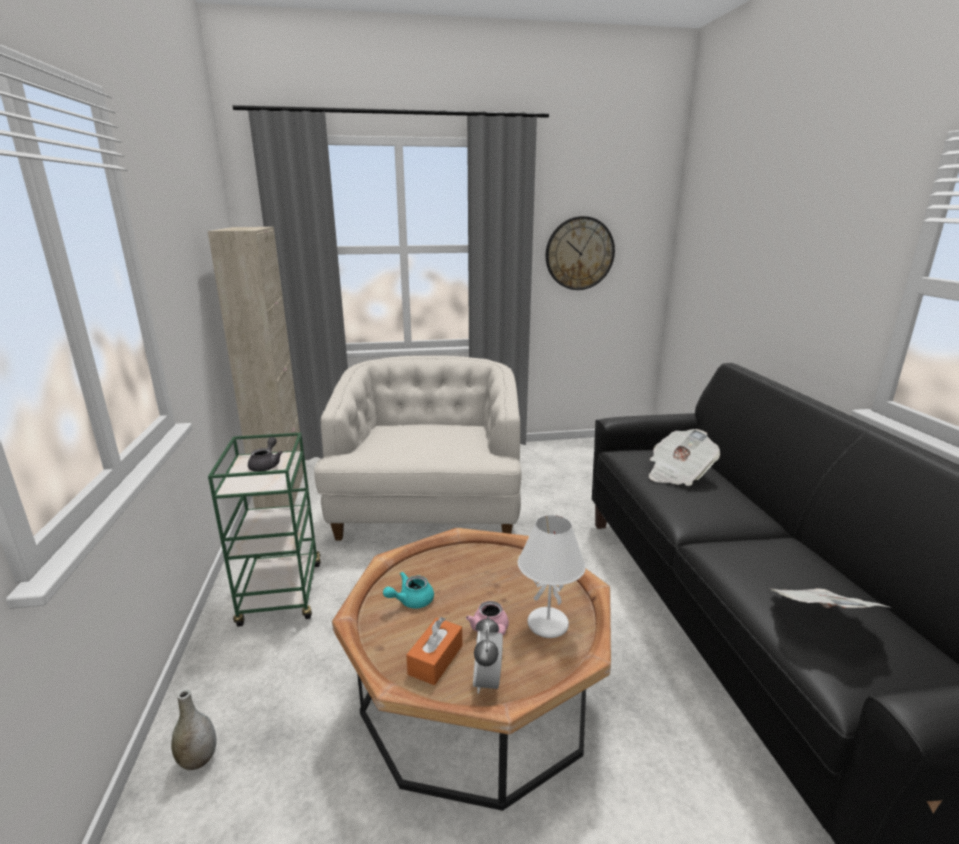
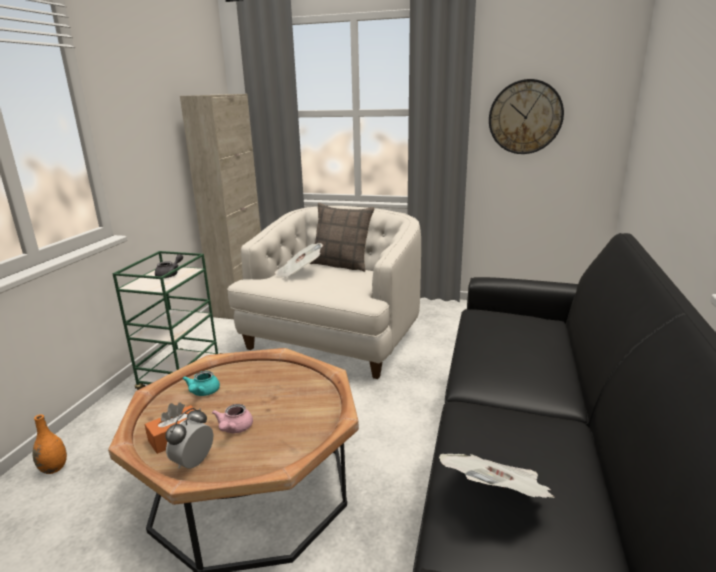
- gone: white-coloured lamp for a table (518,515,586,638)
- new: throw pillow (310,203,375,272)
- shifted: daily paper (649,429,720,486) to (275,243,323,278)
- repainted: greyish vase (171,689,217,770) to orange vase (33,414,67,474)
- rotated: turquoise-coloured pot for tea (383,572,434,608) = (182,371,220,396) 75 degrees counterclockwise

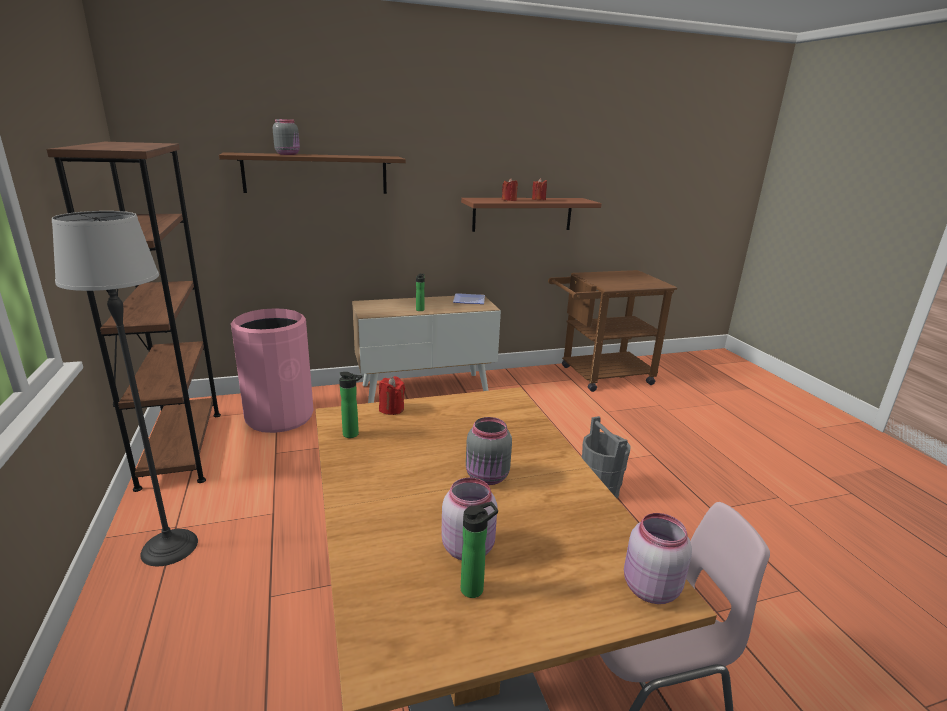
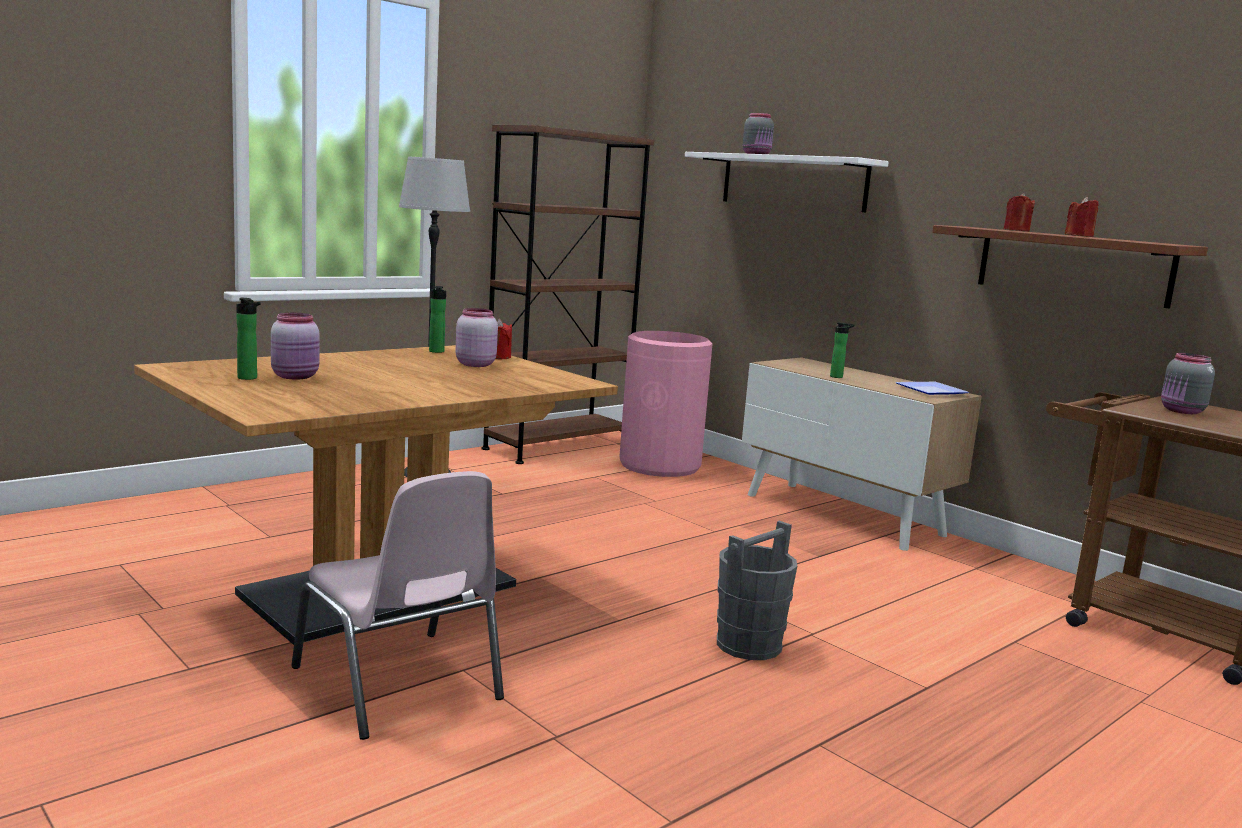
- shifted: greyish storage jar (466,417,512,485) to (1161,353,1215,414)
- shifted: pink storage jar (624,513,692,604) to (456,308,498,367)
- repainted: brownish wall shelf (219,152,406,194) to white-coloured wall shelf (685,152,889,212)

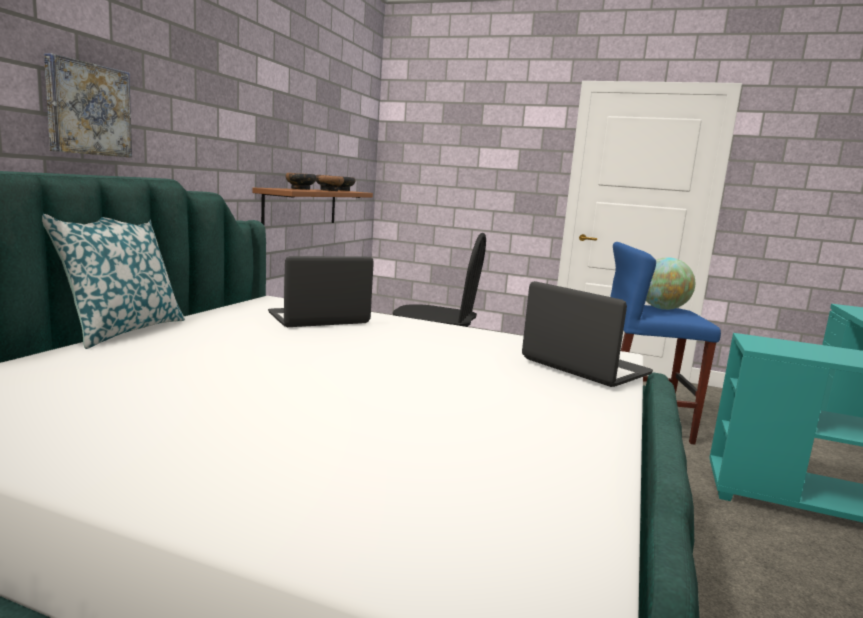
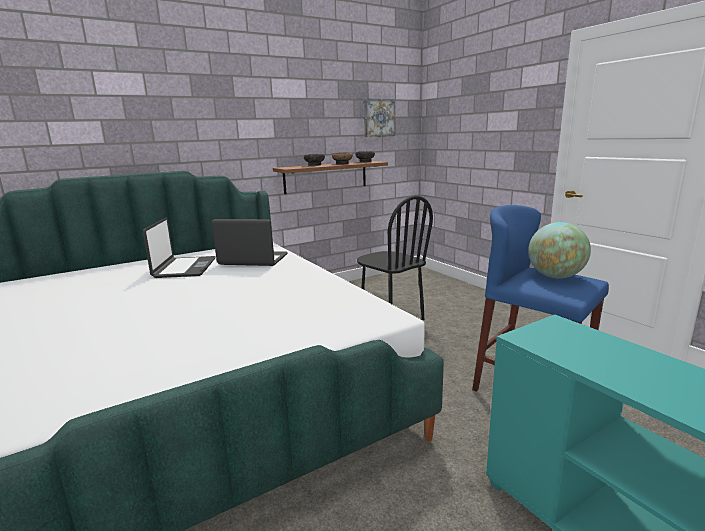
- gone: throw pillow (42,214,185,349)
- shifted: wall picture (44,54,132,158) to (363,99,395,137)
- shifted: notebook computer (522,281,653,387) to (143,217,216,278)

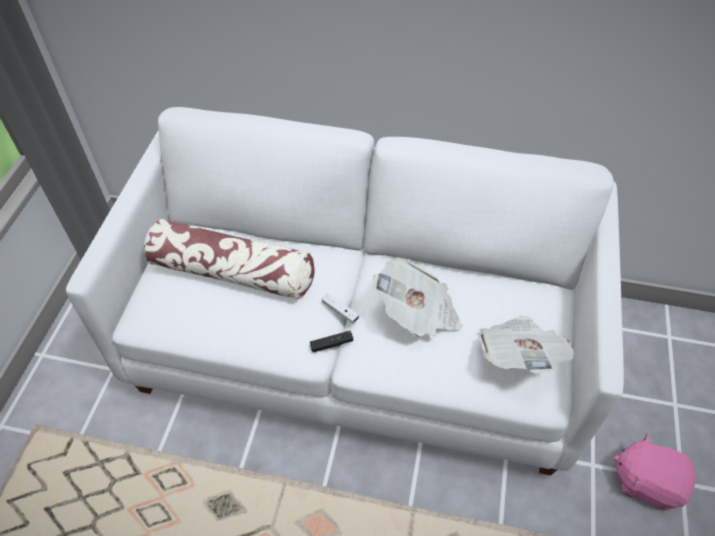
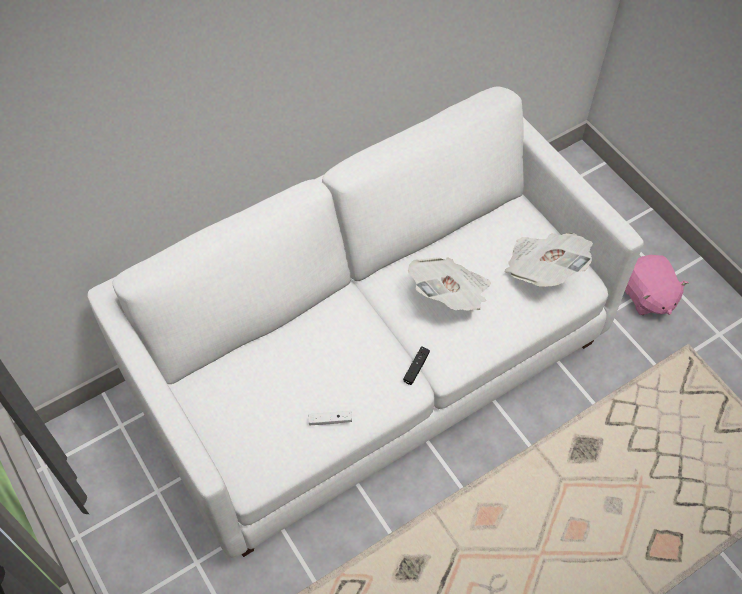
- gone: throw pillow (144,219,315,299)
- shifted: white-coloured game controller (322,293,359,324) to (308,411,352,425)
- rotated: pink plush toy (613,433,696,510) = (625,255,689,315) 90 degrees counterclockwise

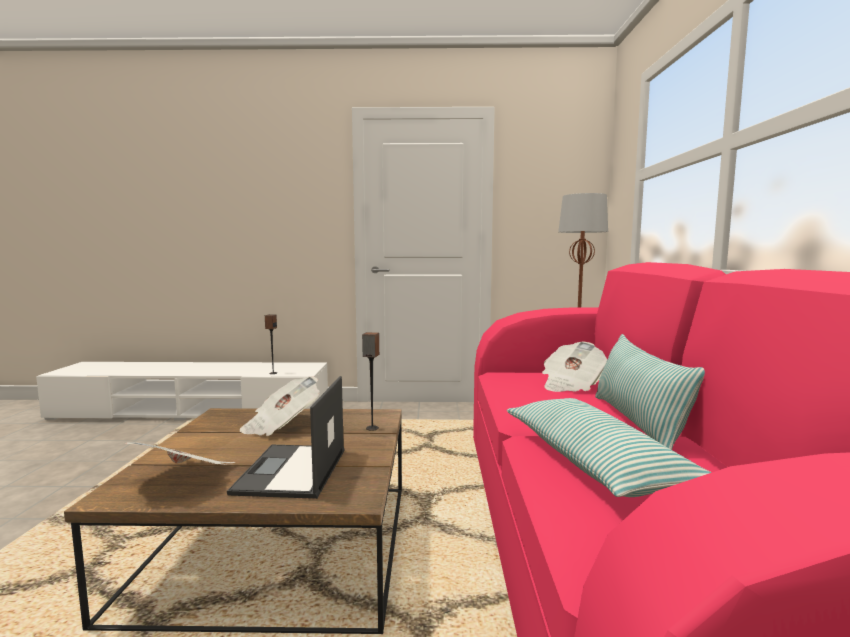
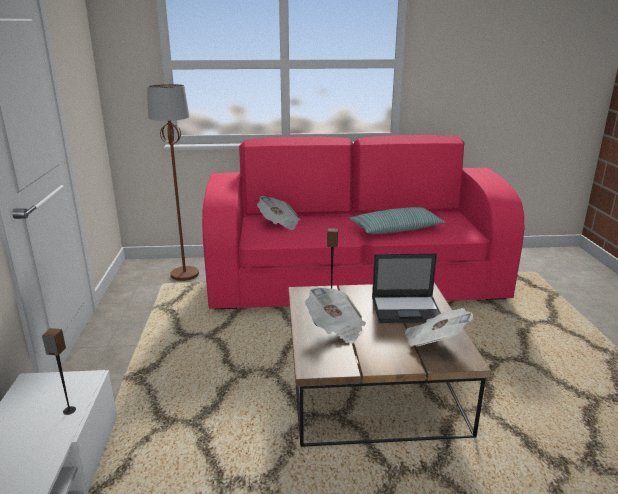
- gone: throw pillow (595,334,705,450)

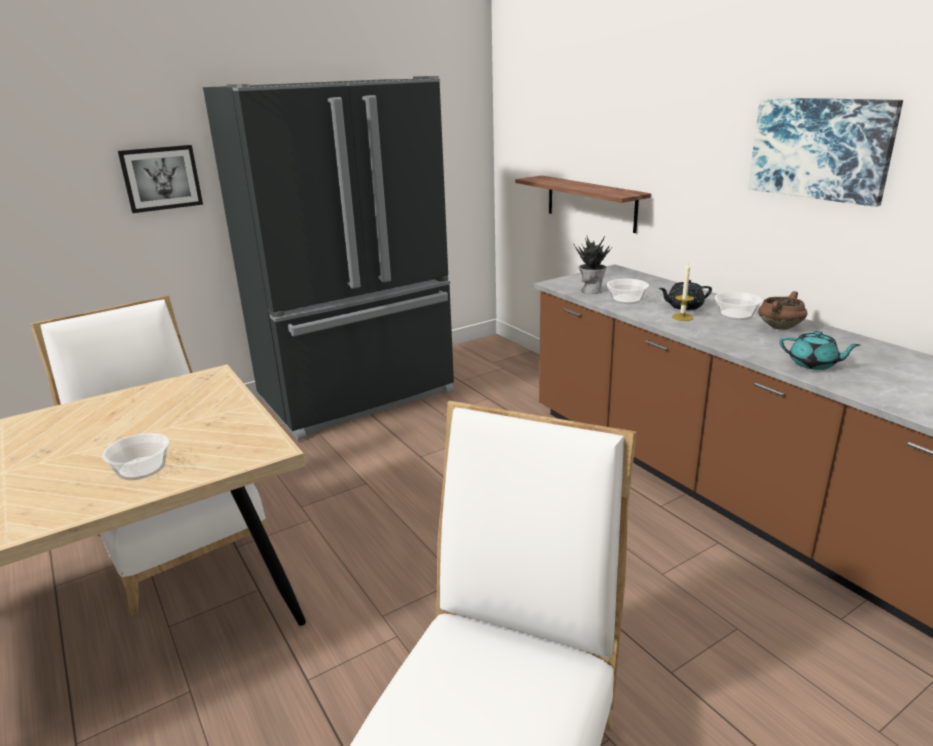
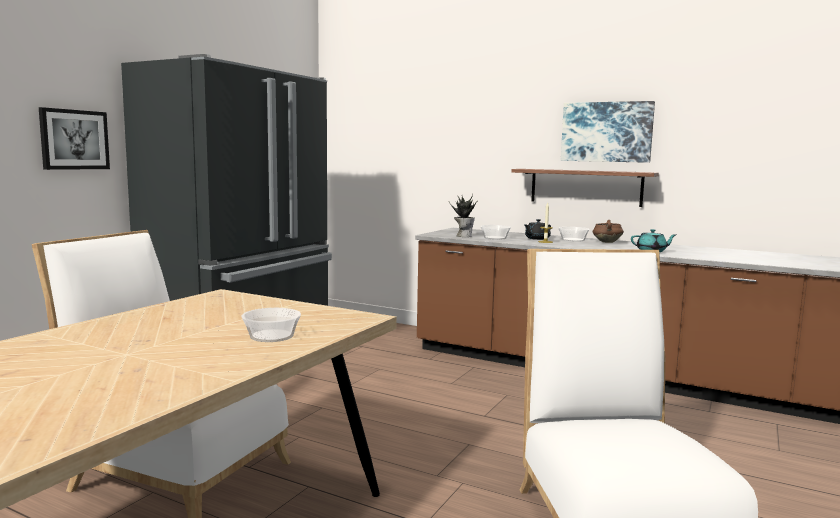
- shifted: wall shelf (515,175,651,233) to (511,169,659,207)

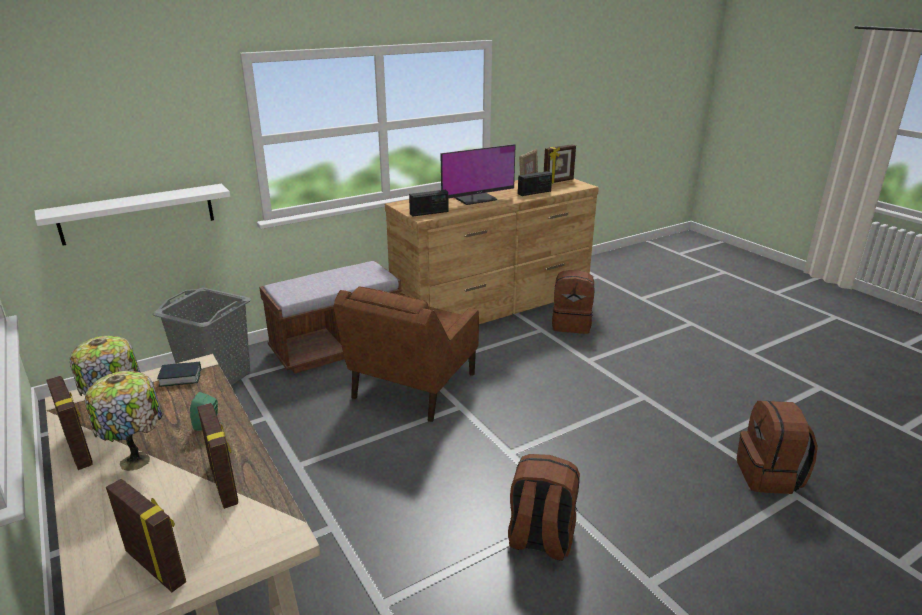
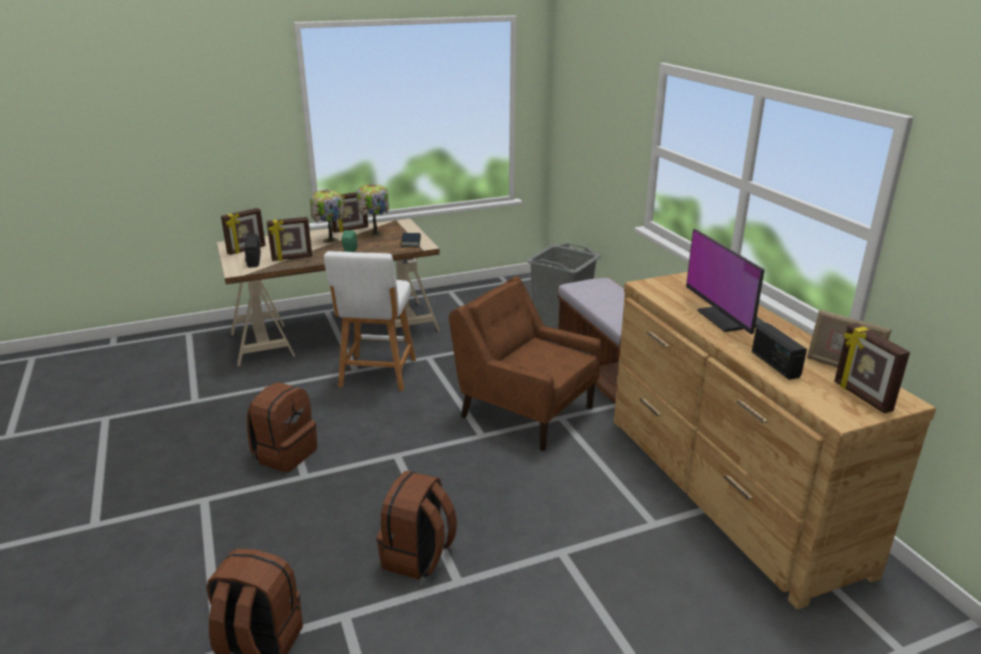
- gone: white-coloured wall shelf (34,184,230,246)
- new: white-coloured sitting stool (324,251,416,391)
- shifted: radio set (409,190,448,217) to (244,234,261,268)
- shifted: brownish rucksack (552,270,595,334) to (376,471,457,580)

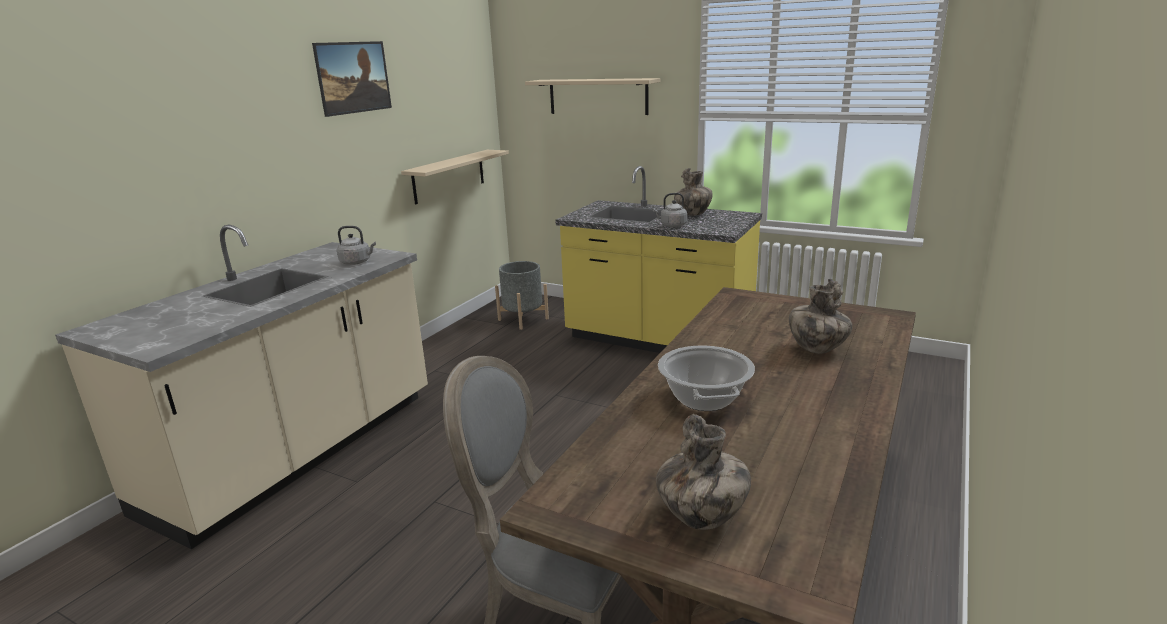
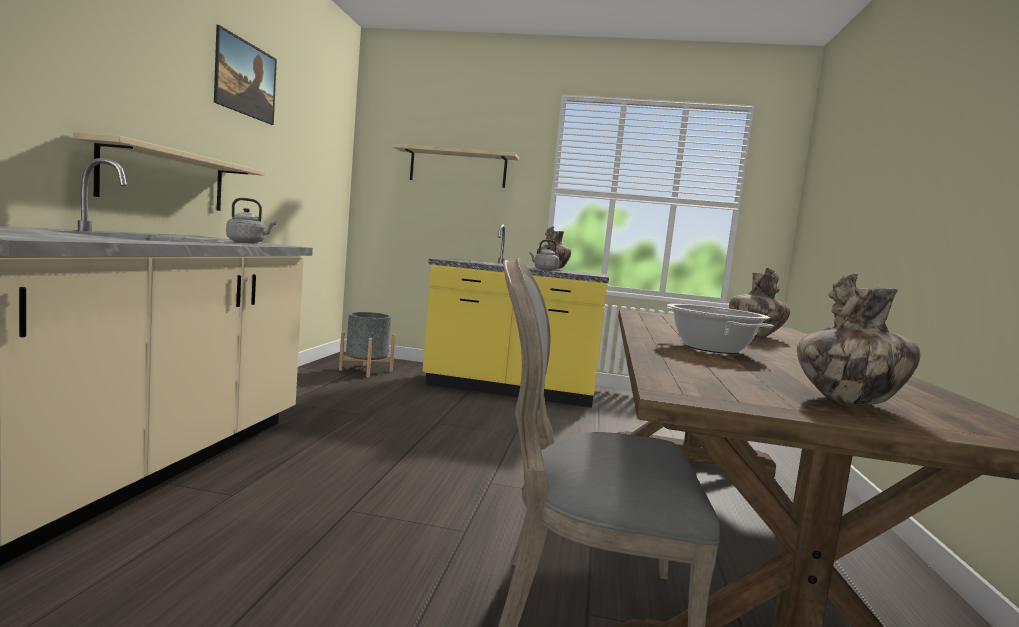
- shifted: beige-coloured wall shelf (401,150,509,205) to (74,132,264,211)

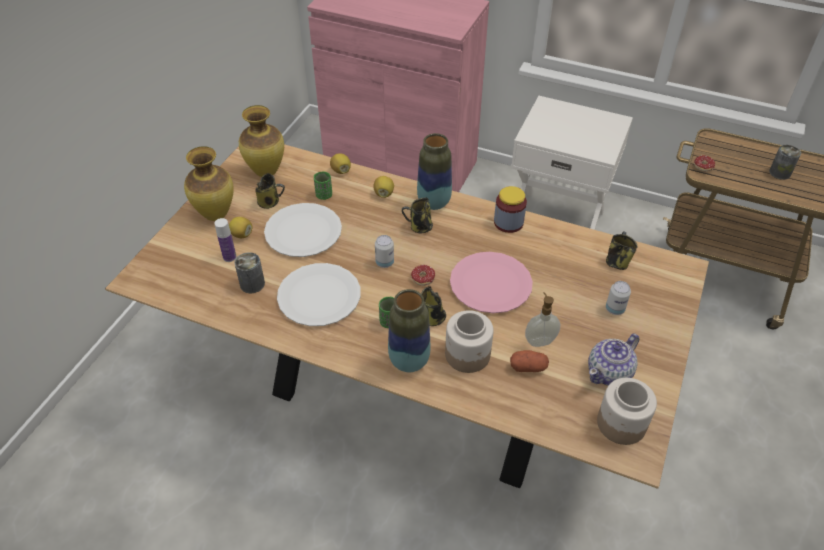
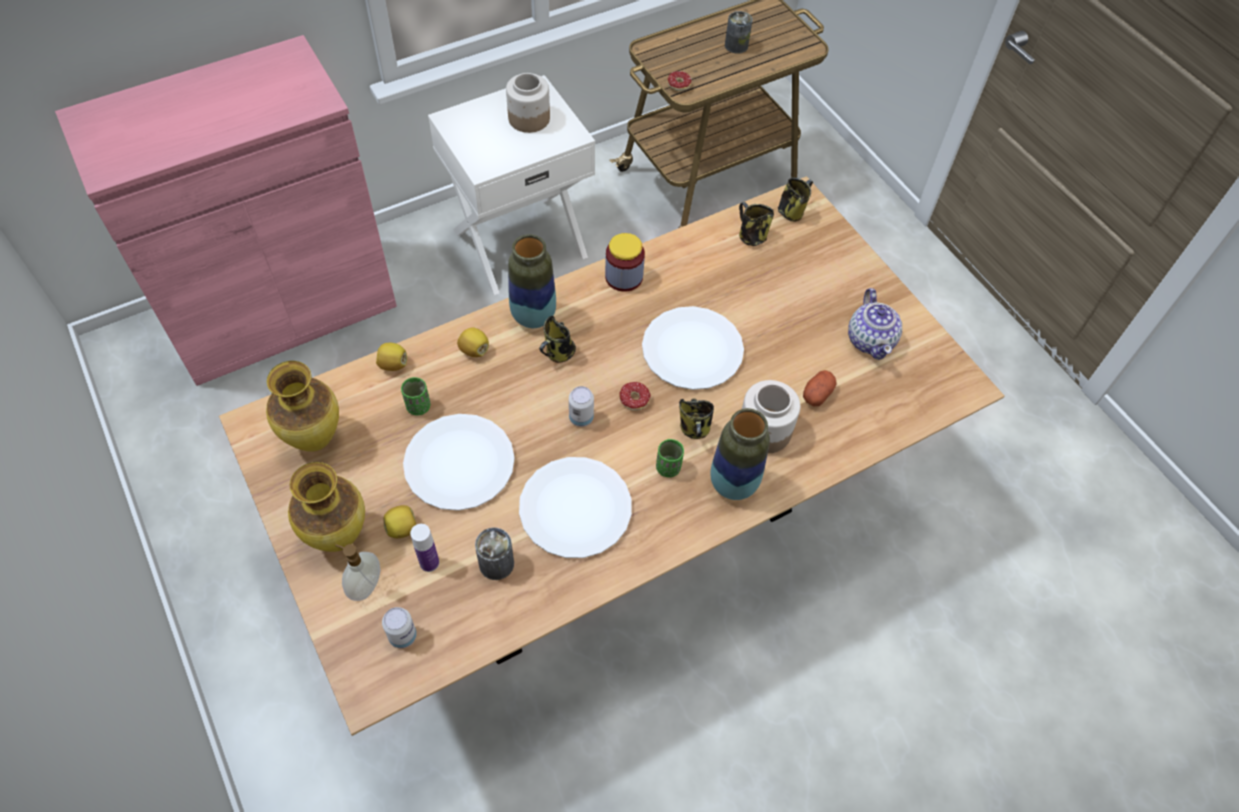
- shifted: tea mug (256,173,285,209) to (778,177,813,222)
- shifted: liquid soap bottle (525,292,560,347) to (335,544,381,601)
- shifted: storage jar (597,378,657,445) to (506,73,550,133)
- shifted: sealed can (606,281,631,315) to (382,607,417,648)
- repainted: pink flat dish (450,252,533,313) to white-coloured flat dish (642,306,744,390)

